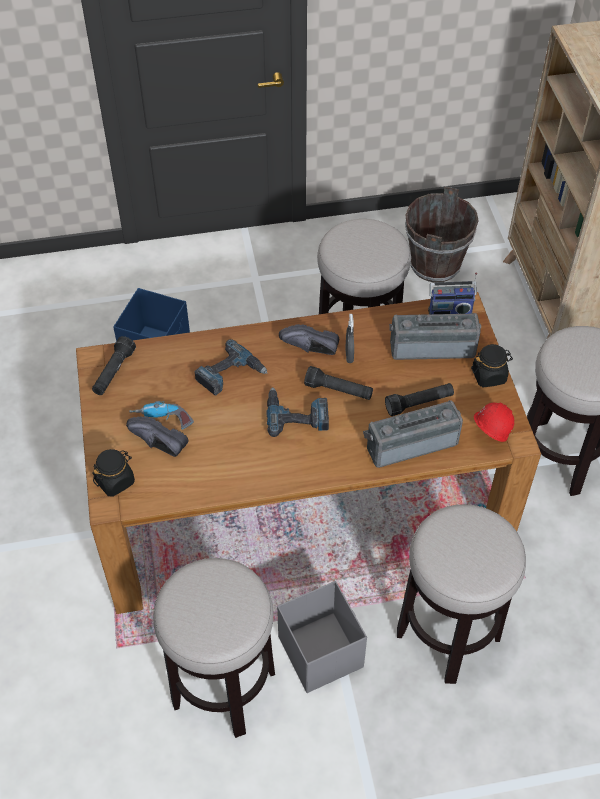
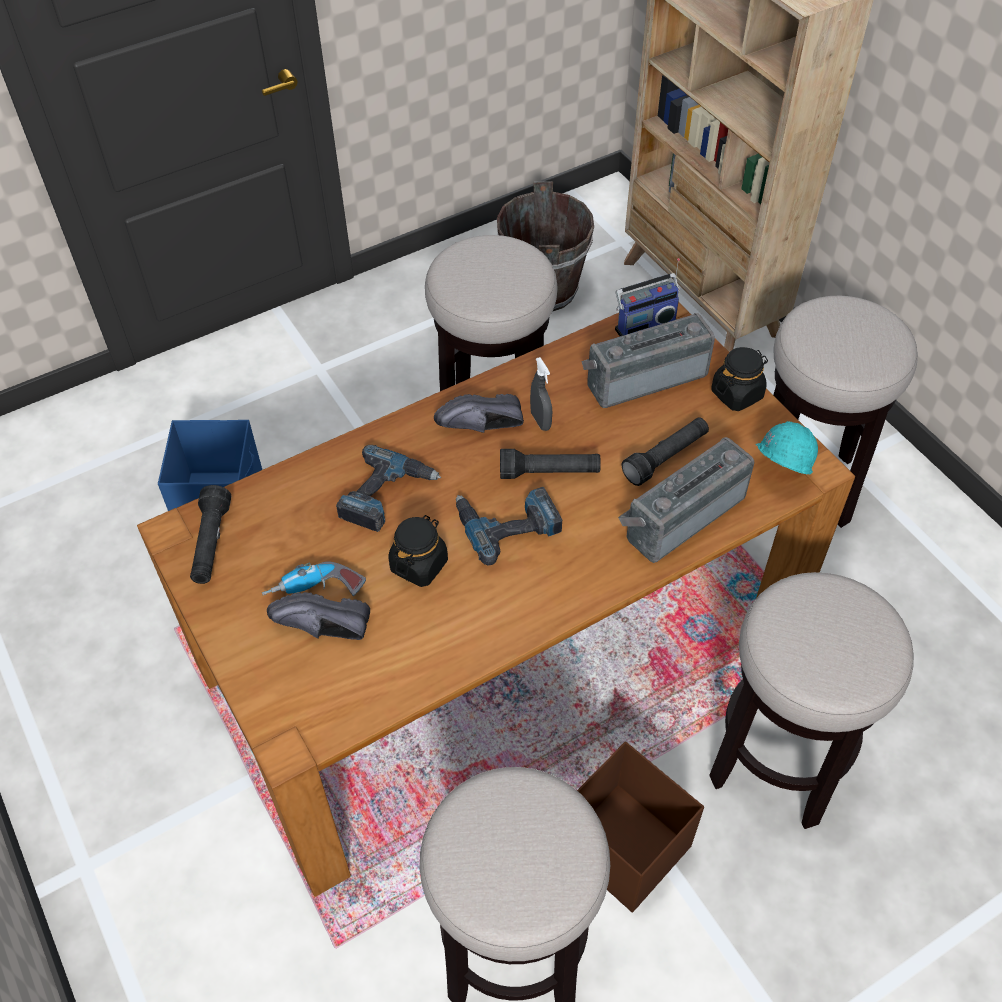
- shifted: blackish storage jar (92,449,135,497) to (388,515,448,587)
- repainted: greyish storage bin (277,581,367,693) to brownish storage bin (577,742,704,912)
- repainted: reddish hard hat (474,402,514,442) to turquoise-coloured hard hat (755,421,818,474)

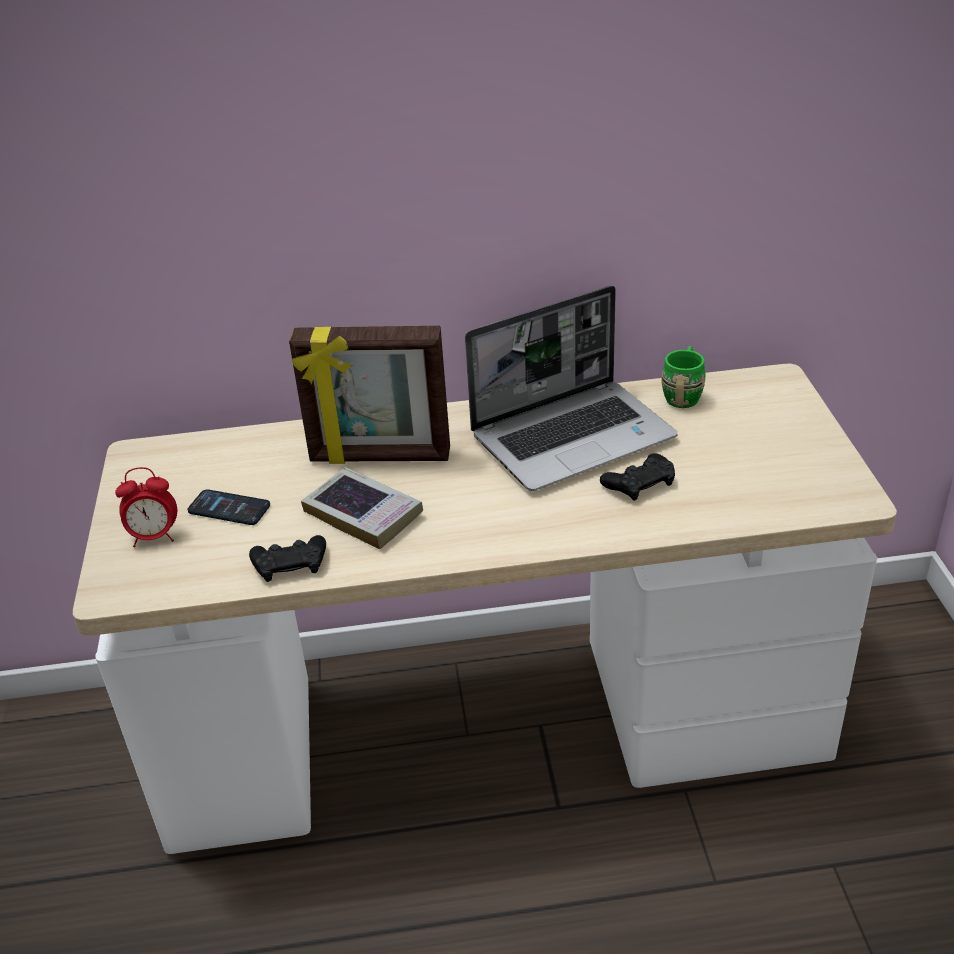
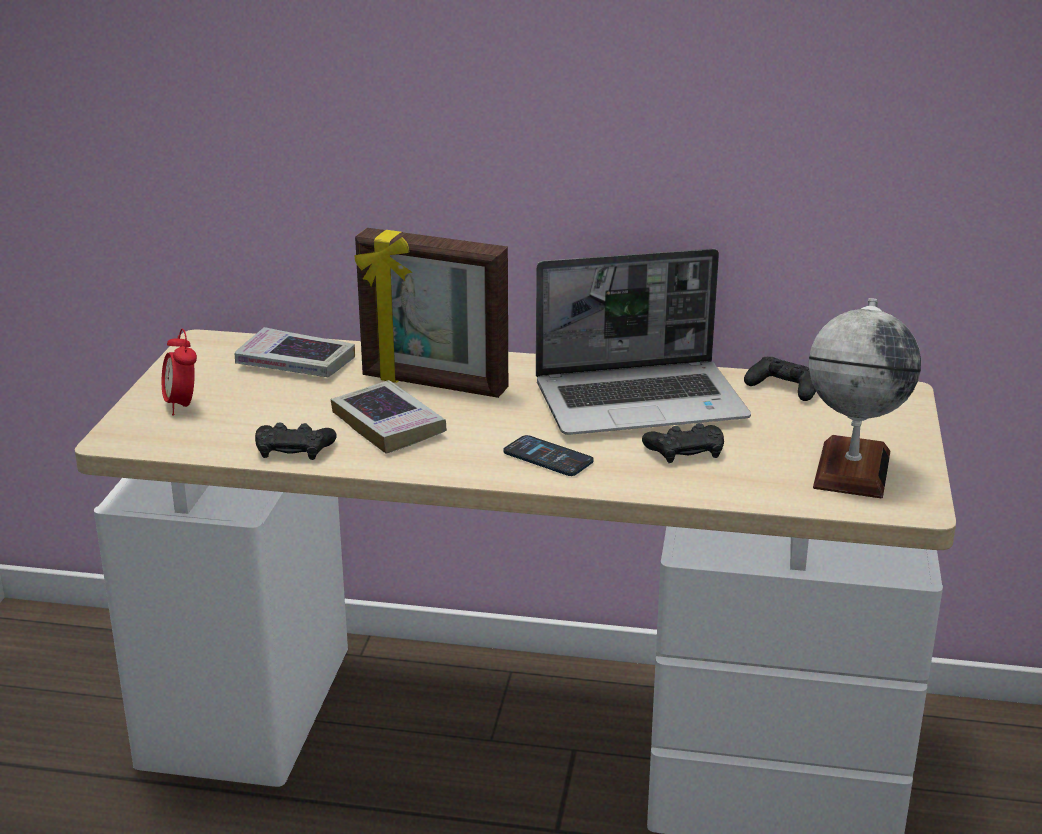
- new: bound book (235,327,355,377)
- new: desk globe (809,298,921,498)
- shifted: telephone (187,490,270,525) to (503,435,594,476)
- swapped: green-coloured tea mug (661,346,706,408) to blackish game controller (744,357,816,401)
- rotated: alarm clock (115,467,177,547) = (162,329,197,415) 60 degrees clockwise

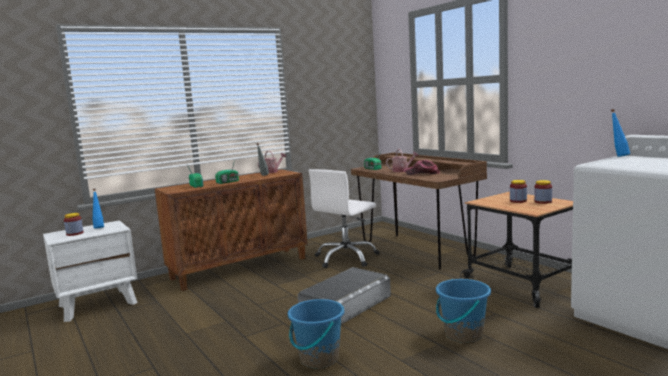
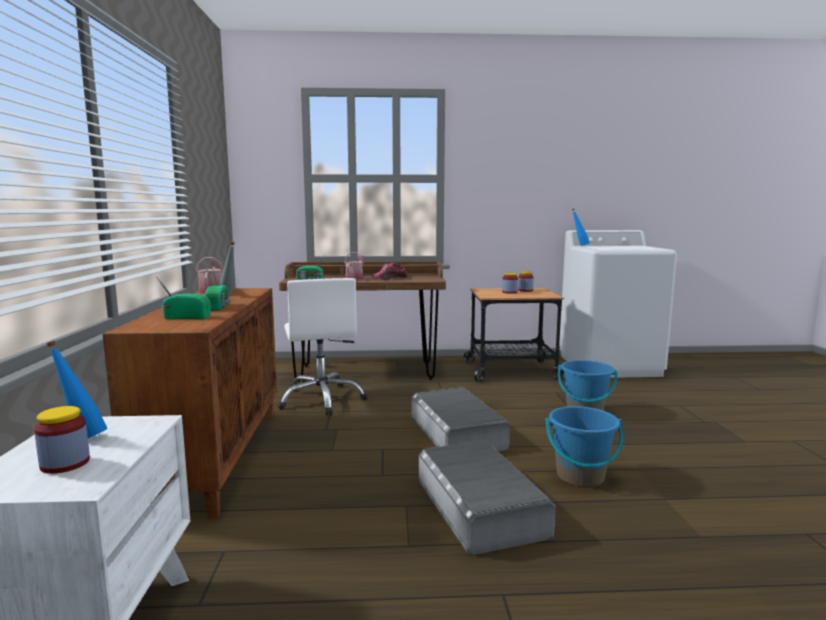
- new: greyish storage bin (418,440,556,556)

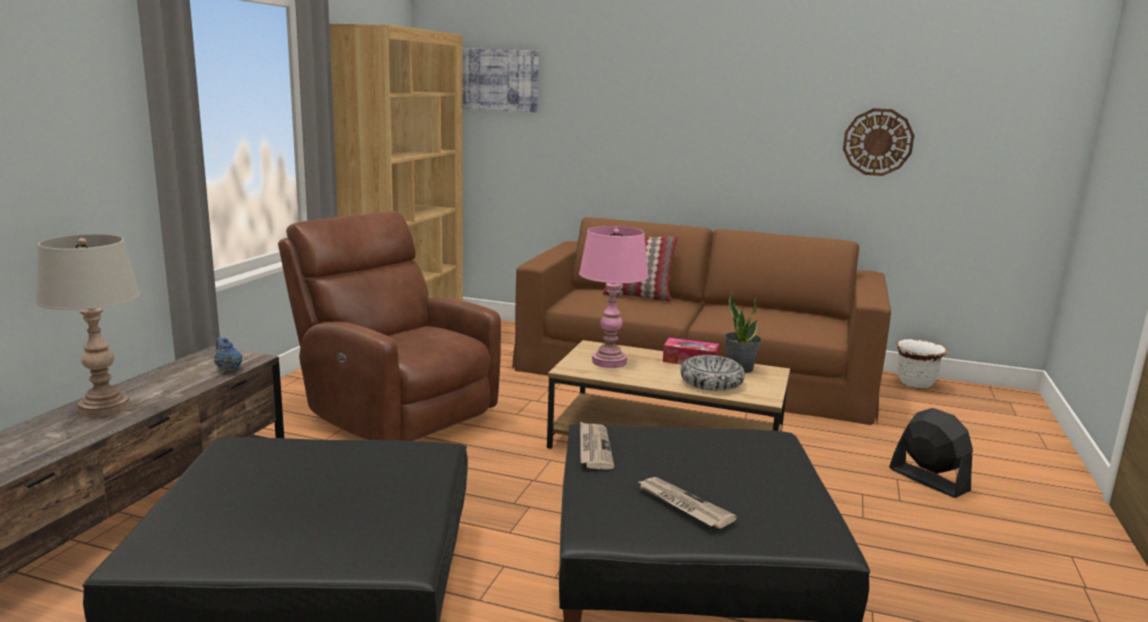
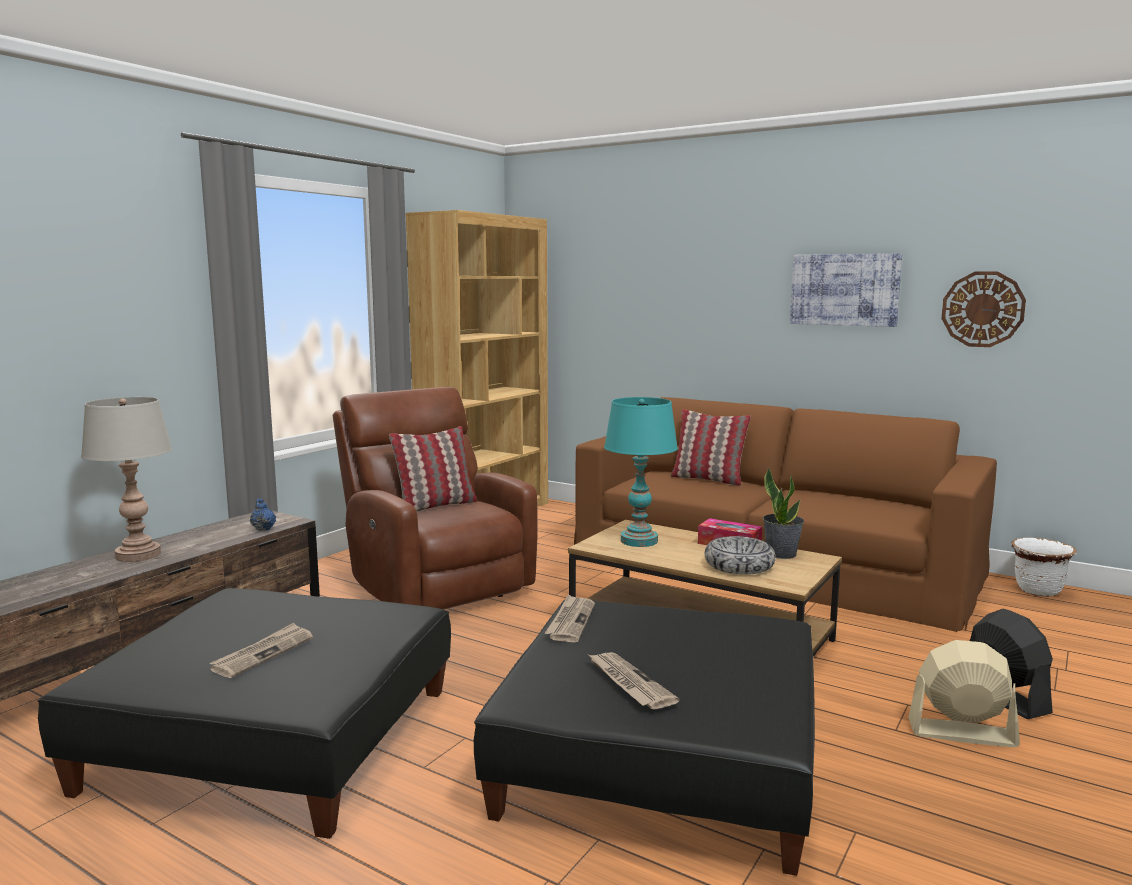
- new: daily paper (210,623,313,678)
- new: throw pillow (389,426,477,511)
- new: beige-coloured fan (909,640,1020,747)
- shifted: wall picture (462,48,539,112) to (790,253,902,327)
- repainted: pink lamp for a table (579,226,649,368) to turquoise-coloured lamp for a table (604,397,678,547)

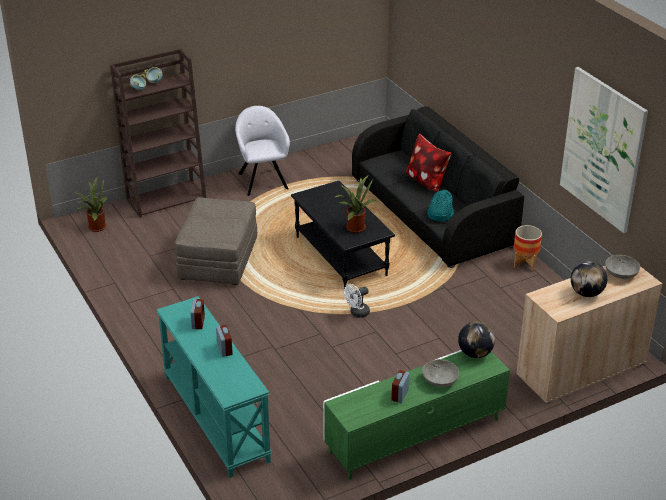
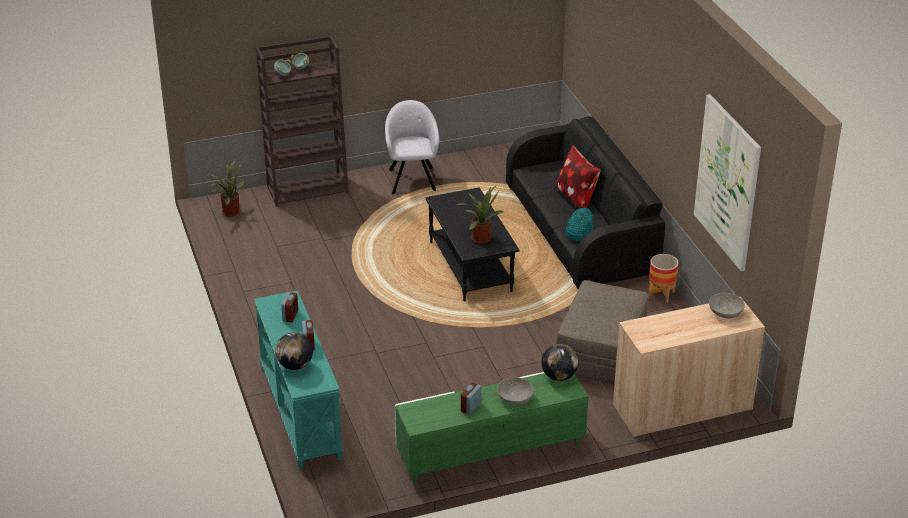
- gone: white-coloured fan (344,284,370,318)
- shifted: greyish ottoman (175,197,257,285) to (556,280,649,384)
- shifted: desk globe (571,261,607,297) to (275,332,313,370)

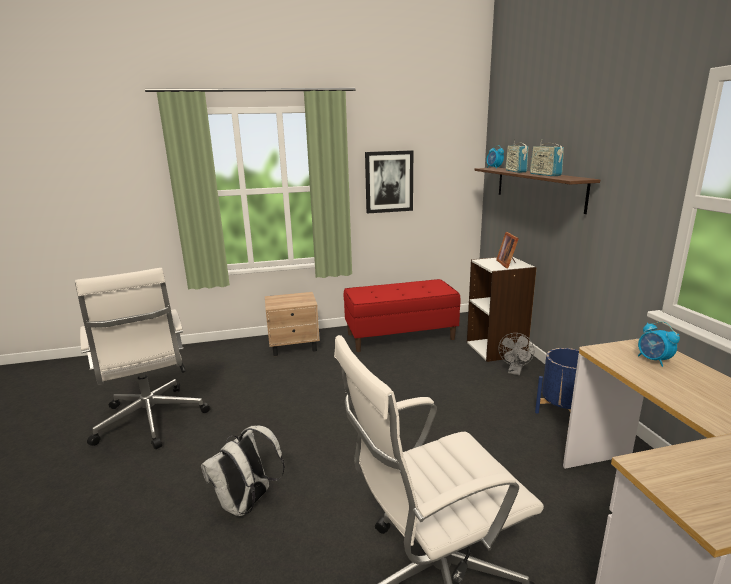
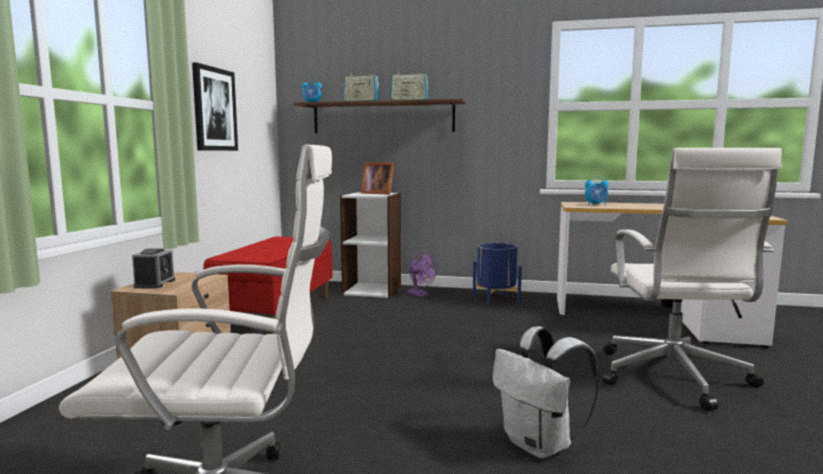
- new: alarm clock (132,249,175,289)
- repainted: greyish fan (499,333,534,375) to purplish fan (408,253,437,297)

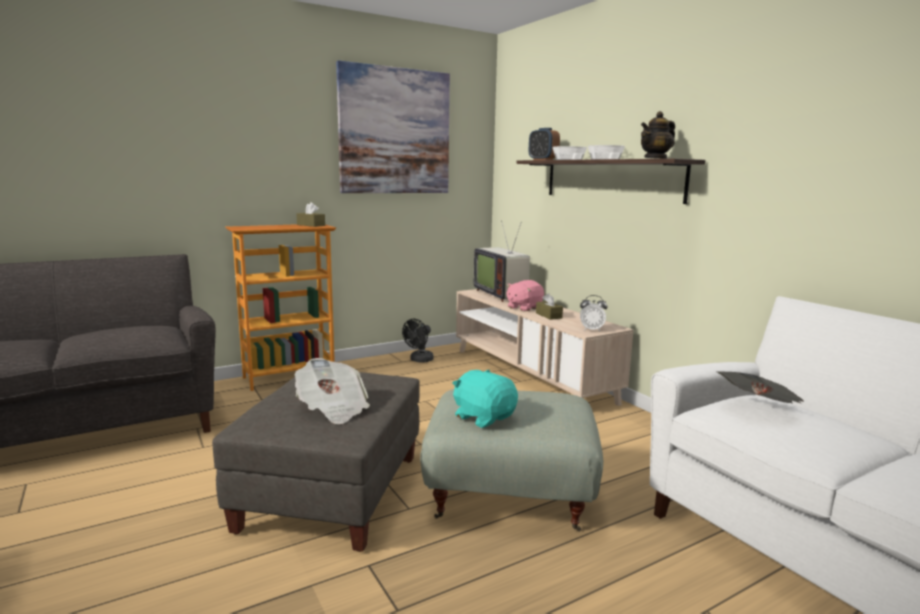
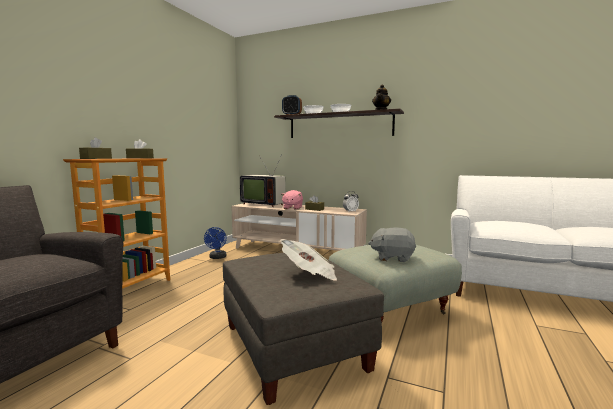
- gone: wall picture (336,60,450,193)
- gone: daily paper (716,371,804,403)
- new: brownish box of tissues (79,137,112,159)
- repainted: blackish fan (402,319,434,363) to blue-coloured fan (204,227,227,259)
- repainted: turquoise-coloured plush toy (452,370,518,428) to greyish plush toy (368,227,416,262)

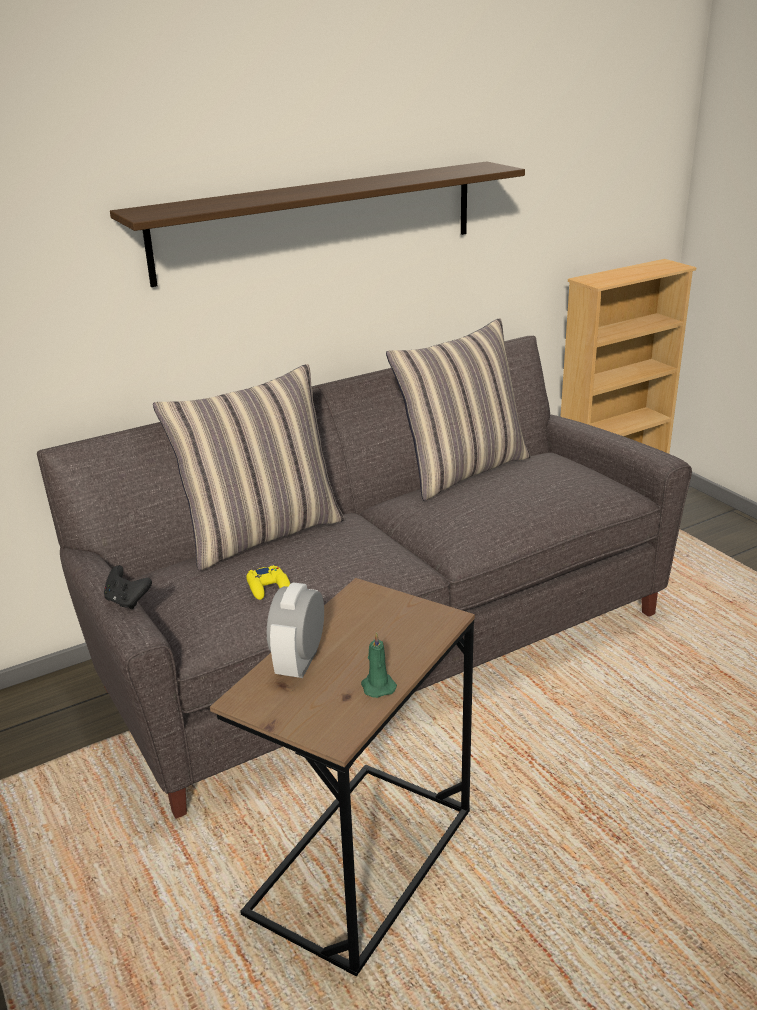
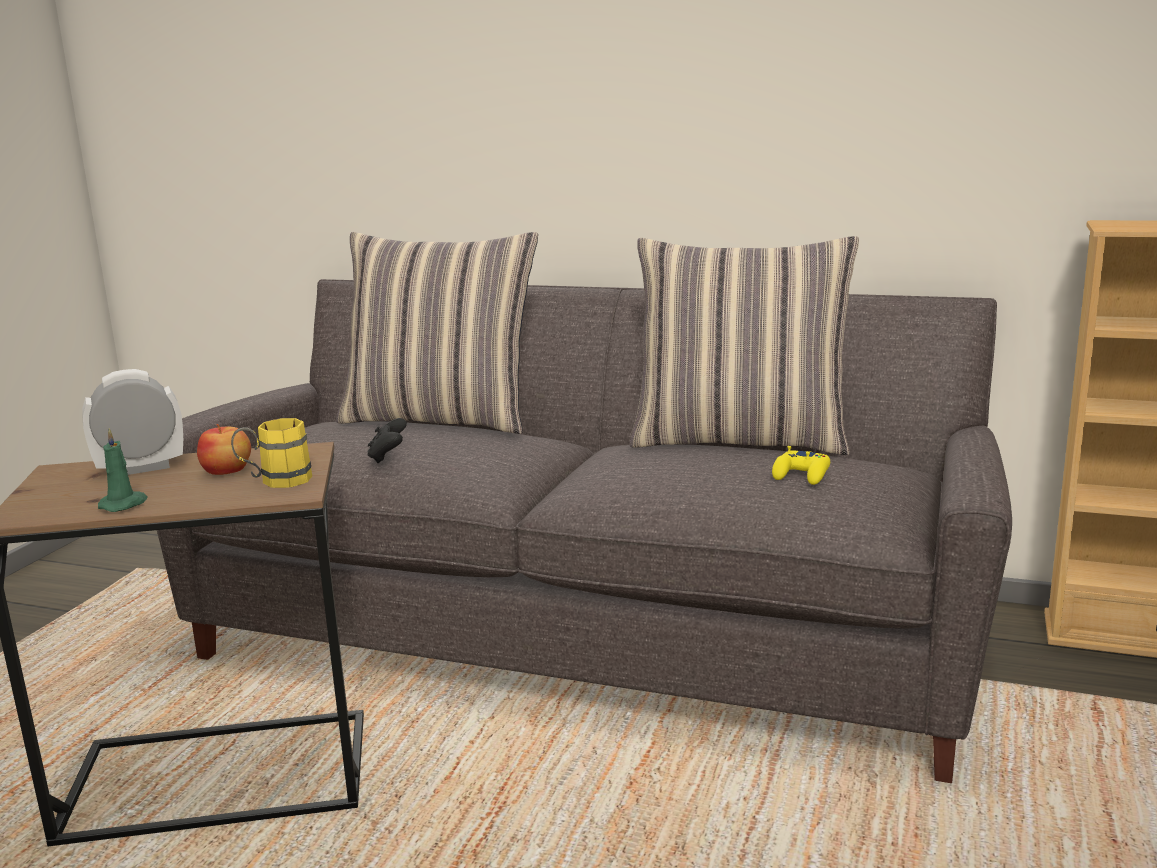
- gone: wall shelf (110,161,525,287)
- new: whole apple (197,424,251,475)
- new: yellowish tea mug (231,418,312,488)
- shifted: blackish game controller (104,565,152,609) to (367,418,407,463)
- shifted: yellowish game controller (246,565,290,600) to (772,446,830,485)

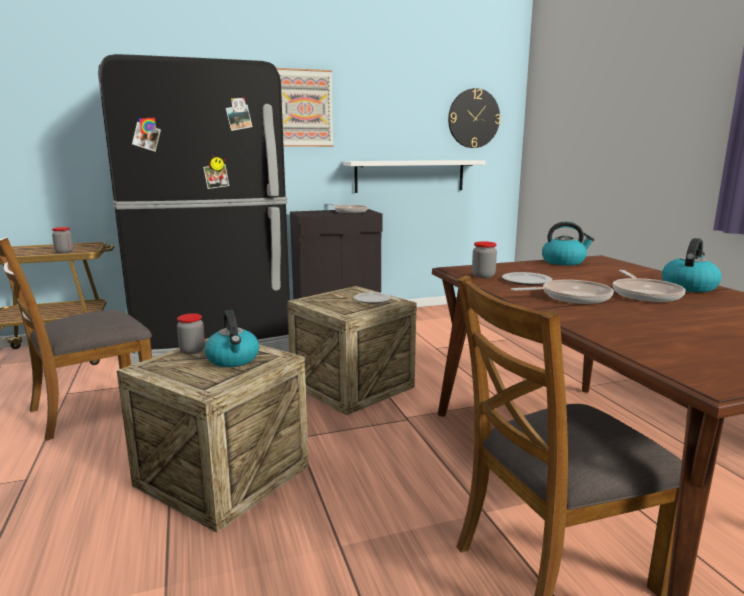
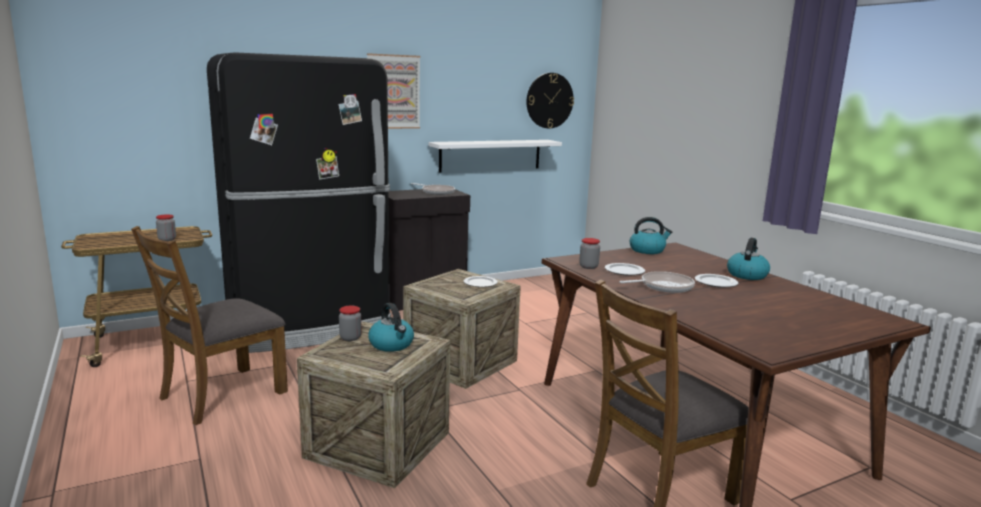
- swapped: skillet (613,270,686,302) to flat dish (695,274,739,288)

